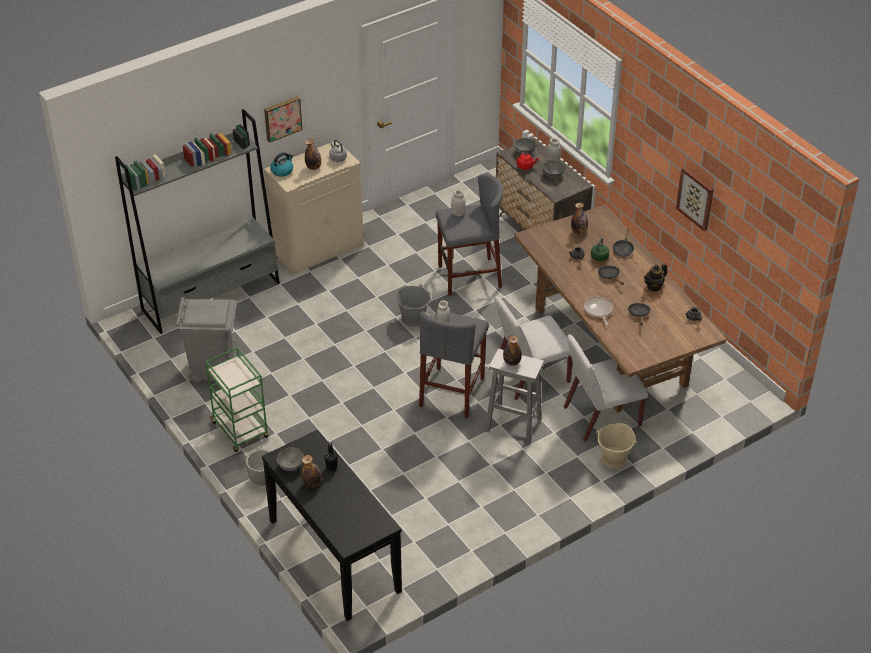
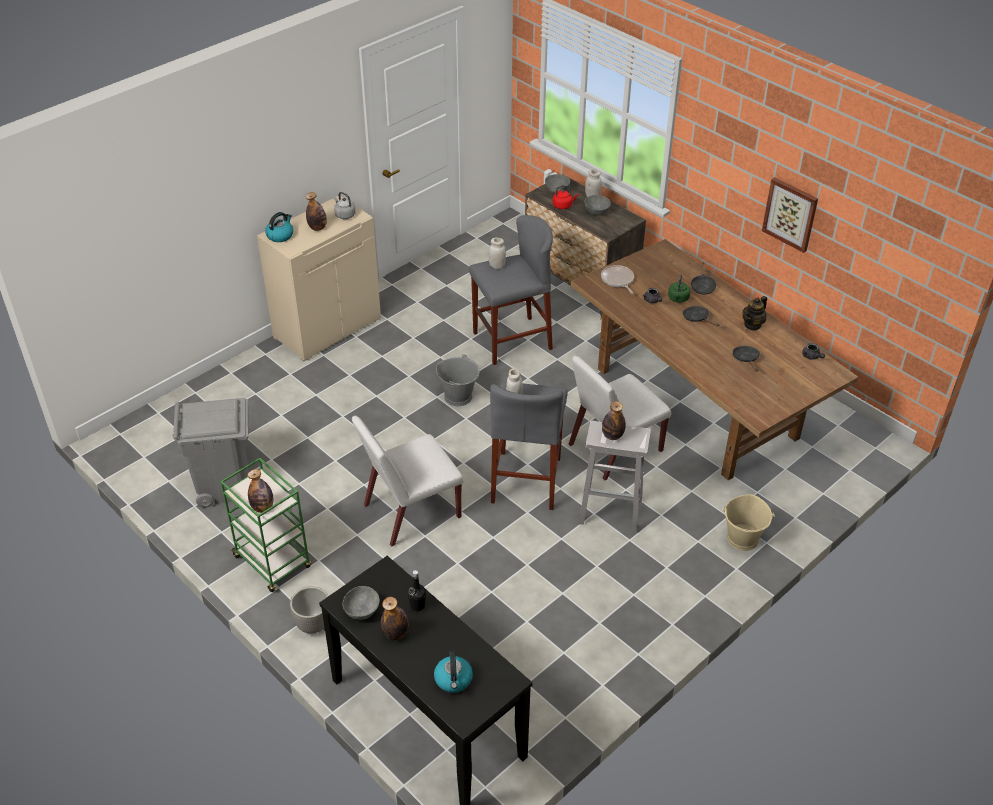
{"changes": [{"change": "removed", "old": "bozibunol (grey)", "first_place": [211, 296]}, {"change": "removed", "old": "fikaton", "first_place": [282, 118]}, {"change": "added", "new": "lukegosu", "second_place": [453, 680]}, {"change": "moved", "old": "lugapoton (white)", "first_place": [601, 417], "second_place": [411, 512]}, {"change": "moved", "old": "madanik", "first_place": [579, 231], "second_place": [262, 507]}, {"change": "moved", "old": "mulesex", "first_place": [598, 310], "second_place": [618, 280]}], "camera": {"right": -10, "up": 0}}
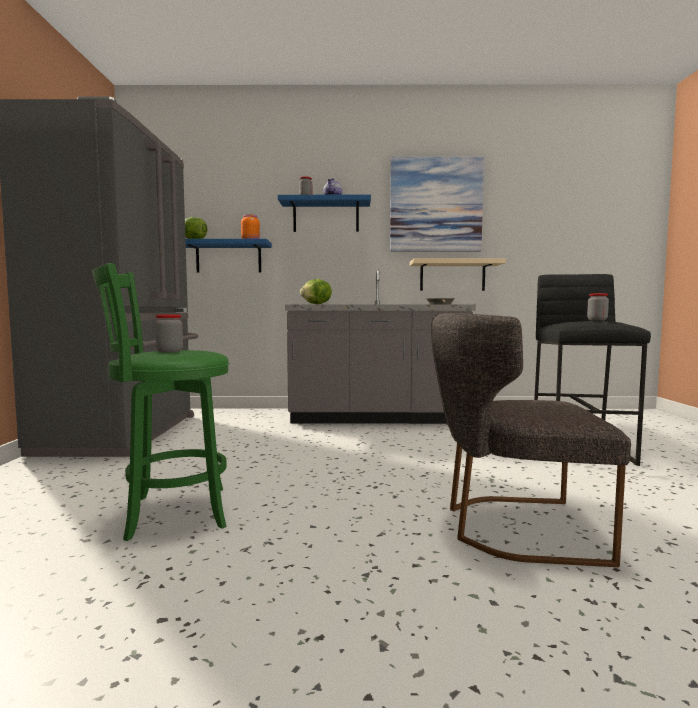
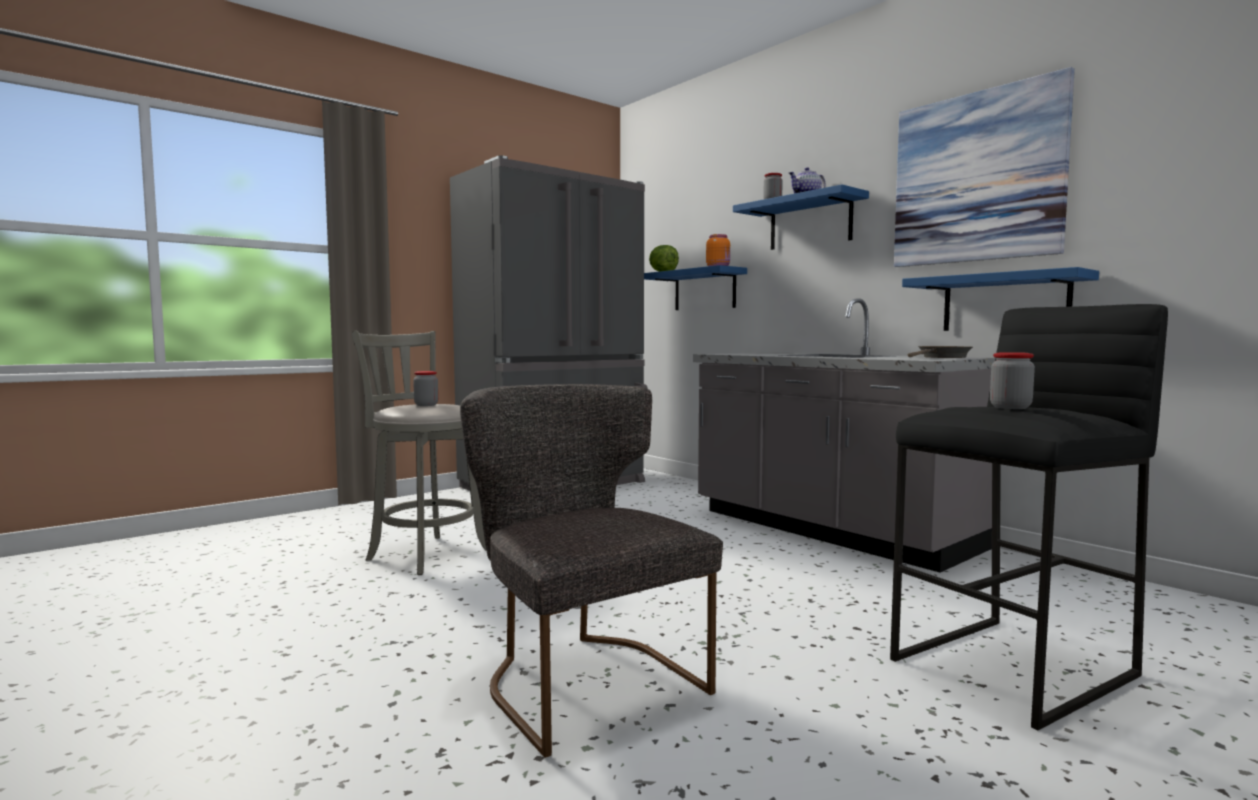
{"changes": [{"change": "removed", "old": "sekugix", "first_place": [316, 304]}, {"change": "recoloured", "old": "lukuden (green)", "new": "lukuden (grey)", "first_place": [171, 512], "second_place": [425, 553]}, {"change": "recoloured", "old": "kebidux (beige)", "new": "kebidux (blue)", "first_place": [452, 276], "second_place": [1004, 303]}], "camera": {"right": 50, "up": 0}}
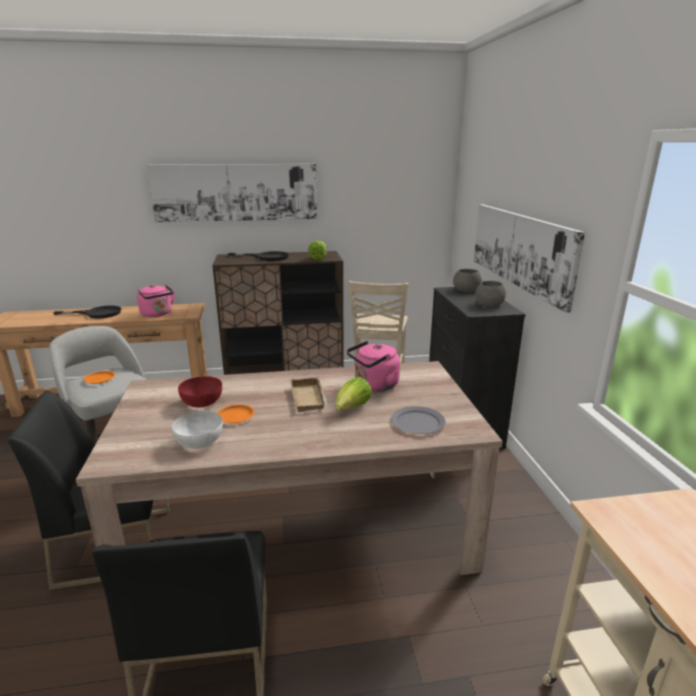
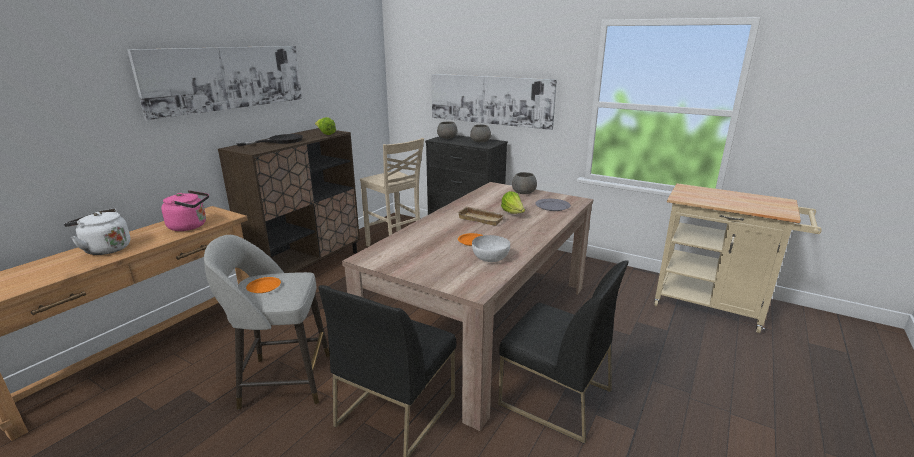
{"changes": [{"change": "removed", "old": "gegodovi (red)", "first_place": [202, 402]}, {"change": "removed", "old": "lukegosu (pink)", "first_place": [374, 385]}, {"change": "added", "new": "gegodovi (grey)", "second_place": [523, 192]}, {"change": "replaced", "old": "mulesex (black)", "new": "lukegosu (white)", "first_place": [97, 313], "second_place": [105, 249]}], "camera": {"right": -50, "up": 0}}
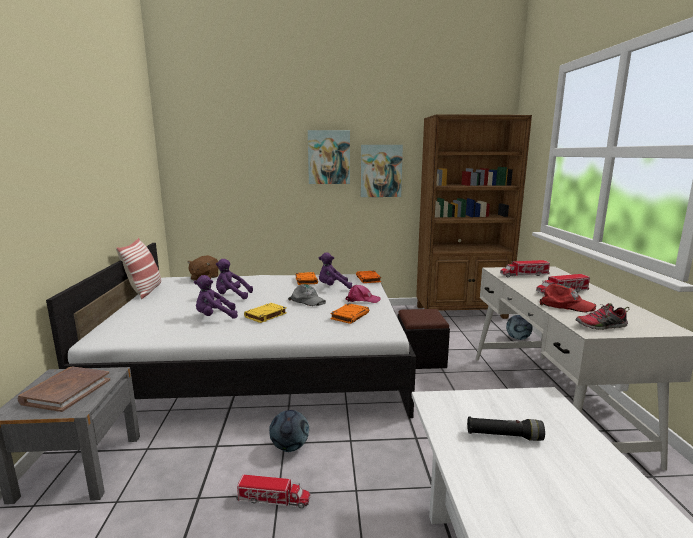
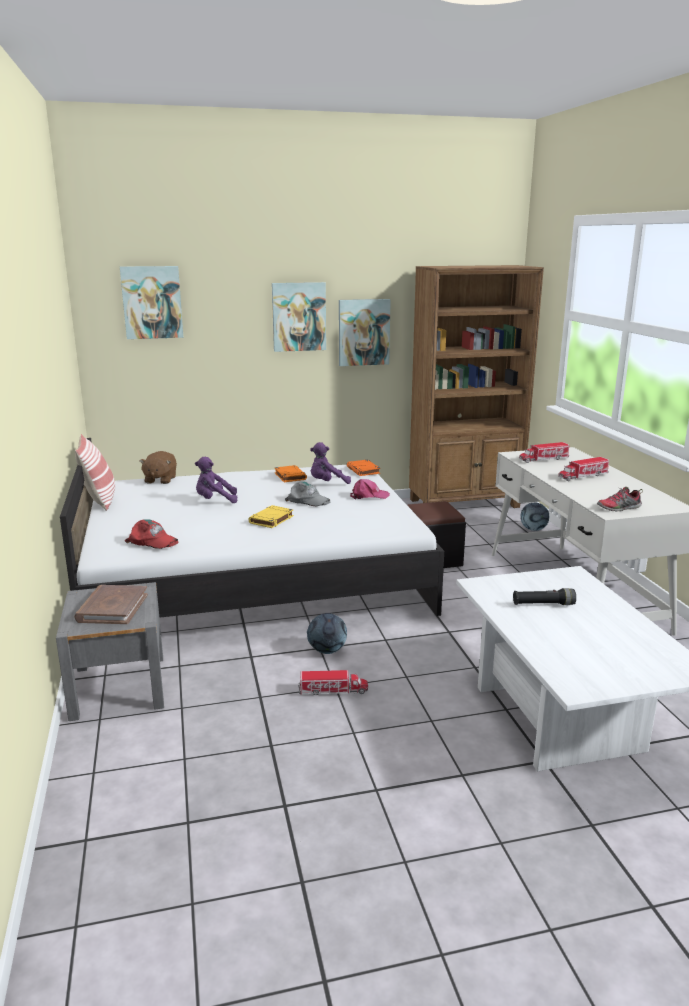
{"changes": [{"change": "removed", "old": "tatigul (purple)", "first_place": [215, 317]}, {"change": "removed", "old": "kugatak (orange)", "first_place": [350, 316]}, {"change": "added", "new": "fikaton", "second_place": [152, 302]}, {"change": "moved", "old": "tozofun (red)", "first_place": [566, 305], "second_place": [152, 541]}], "camera": {"right": -10, "up": 5}}
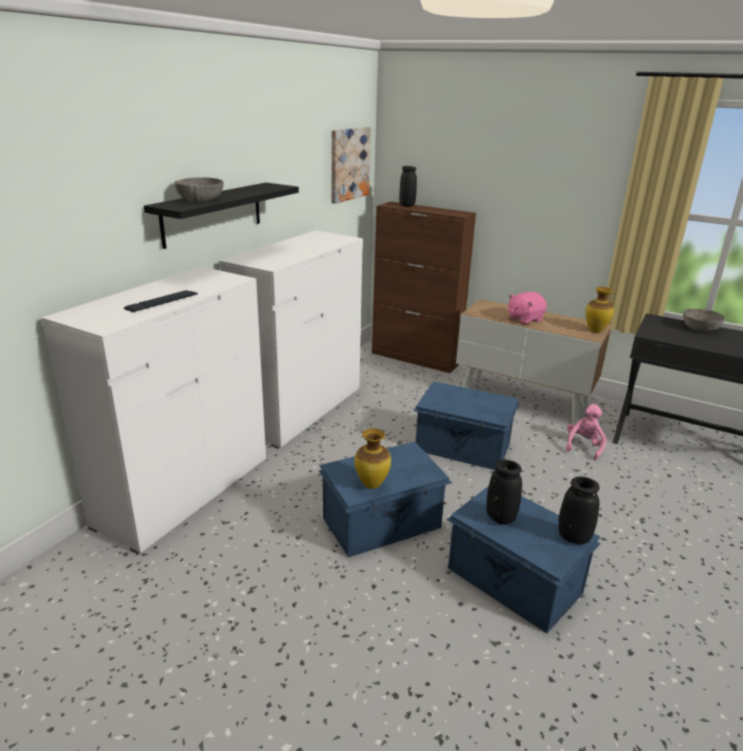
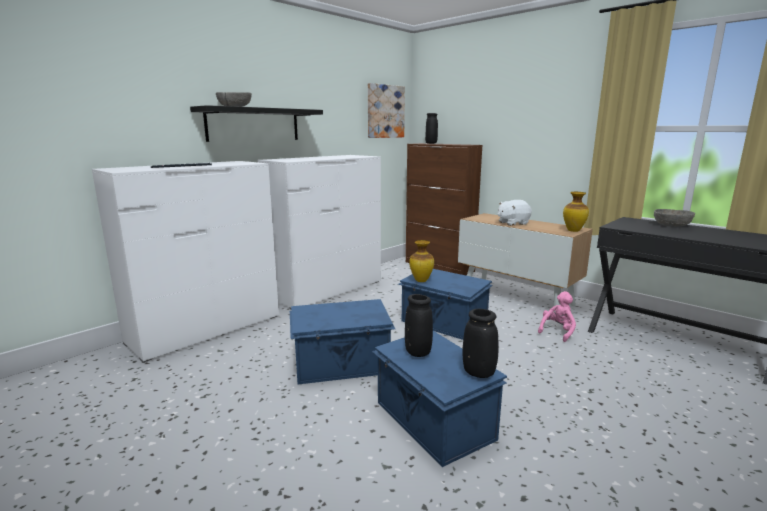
{"changes": [{"change": "moved", "old": "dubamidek", "first_place": [372, 484], "second_place": [421, 280]}, {"change": "recoloured", "old": "tatigul (pink)", "new": "tatigul (white)", "first_place": [524, 319], "second_place": [512, 223]}], "camera": {"right": 15, "up": -10}}
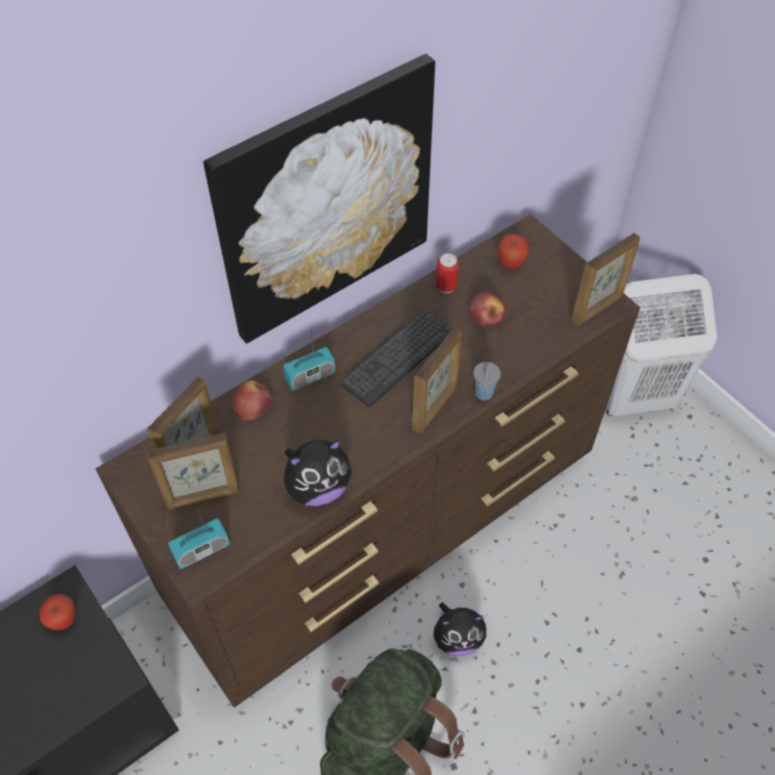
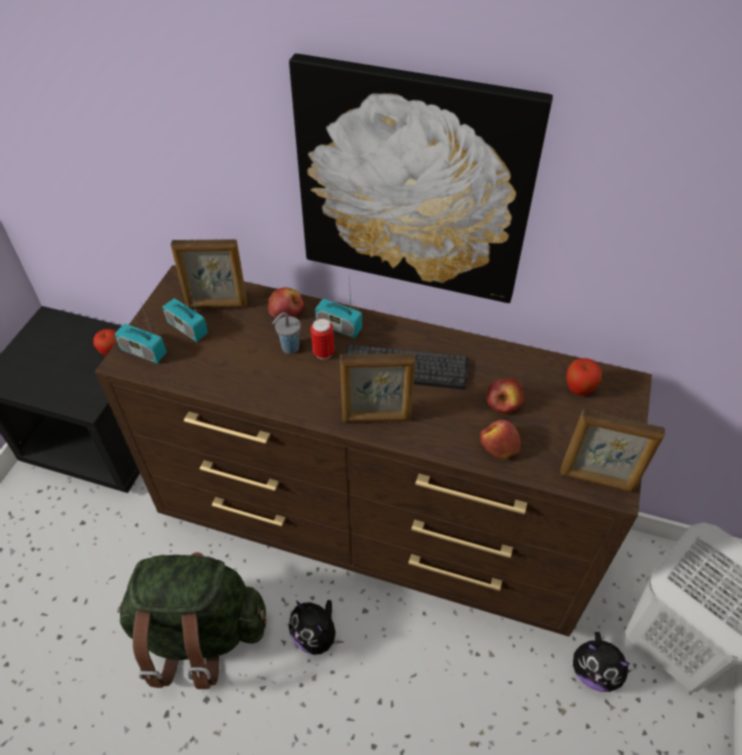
{"changes": [{"change": "added", "new": "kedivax", "second_place": [499, 445]}, {"change": "moved", "old": "tatigul", "first_place": [318, 487], "second_place": [594, 672]}, {"change": "moved", "old": "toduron", "first_place": [446, 287], "second_place": [323, 353]}, {"change": "moved", "old": "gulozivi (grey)", "first_place": [483, 394], "second_place": [289, 348]}, {"change": "replaced", "old": "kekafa", "new": "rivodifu", "first_place": [203, 497], "second_place": [187, 328]}], "camera": {"right": 55, "up": -5}}
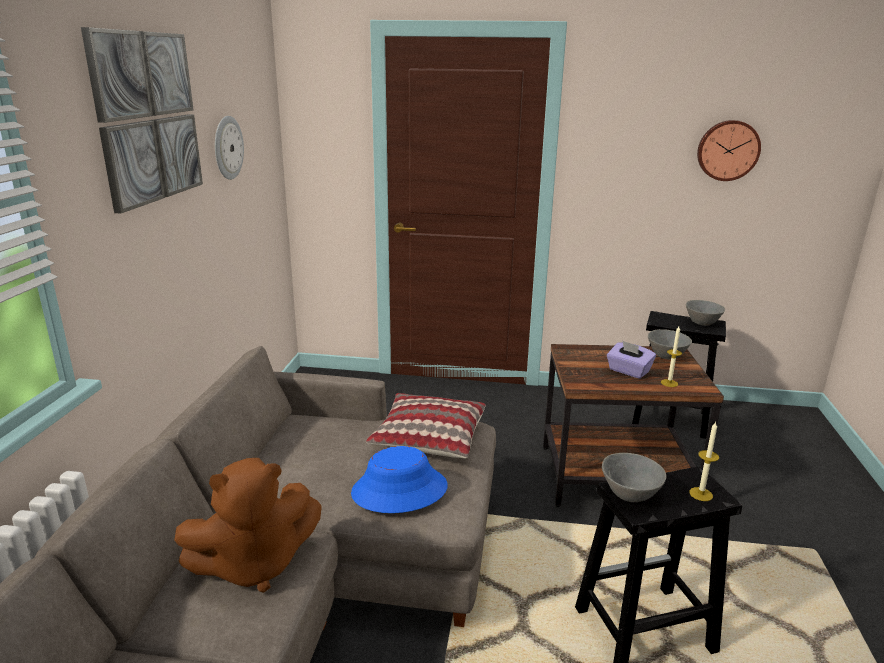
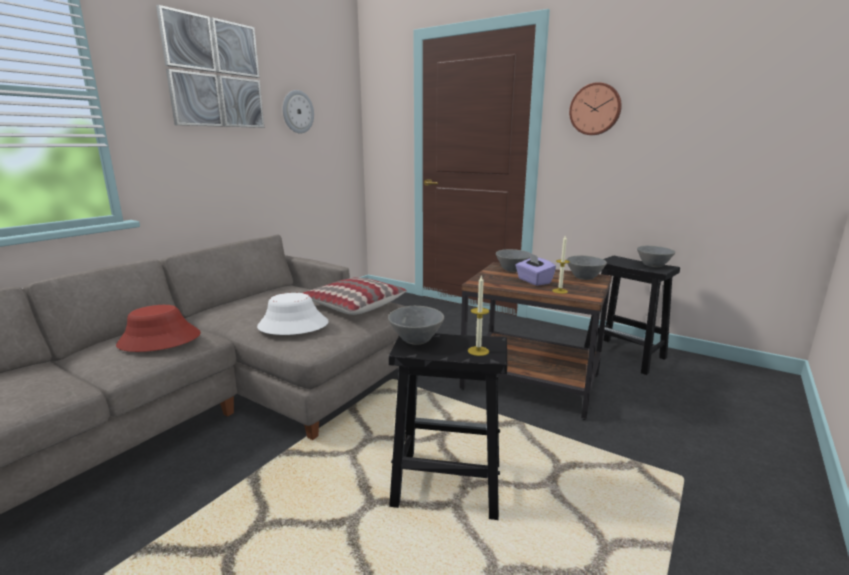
{"changes": [{"change": "added", "new": "gegodovi (grey)", "second_place": [512, 270]}, {"change": "moved", "old": "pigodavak", "first_place": [727, 150], "second_place": [595, 109]}, {"change": "replaced", "old": "tatigul (brown)", "new": "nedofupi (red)", "first_place": [254, 565], "second_place": [159, 340]}, {"change": "recoloured", "old": "nedofupi (blue)", "new": "nedofupi (white)", "first_place": [399, 490], "second_place": [293, 325]}], "camera": {"right": 25, "up": -5}}
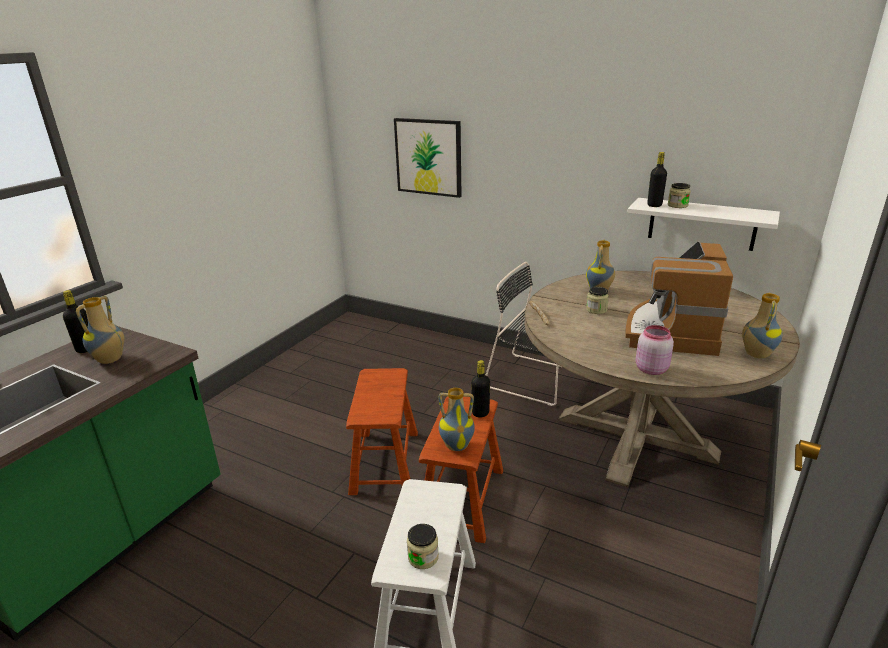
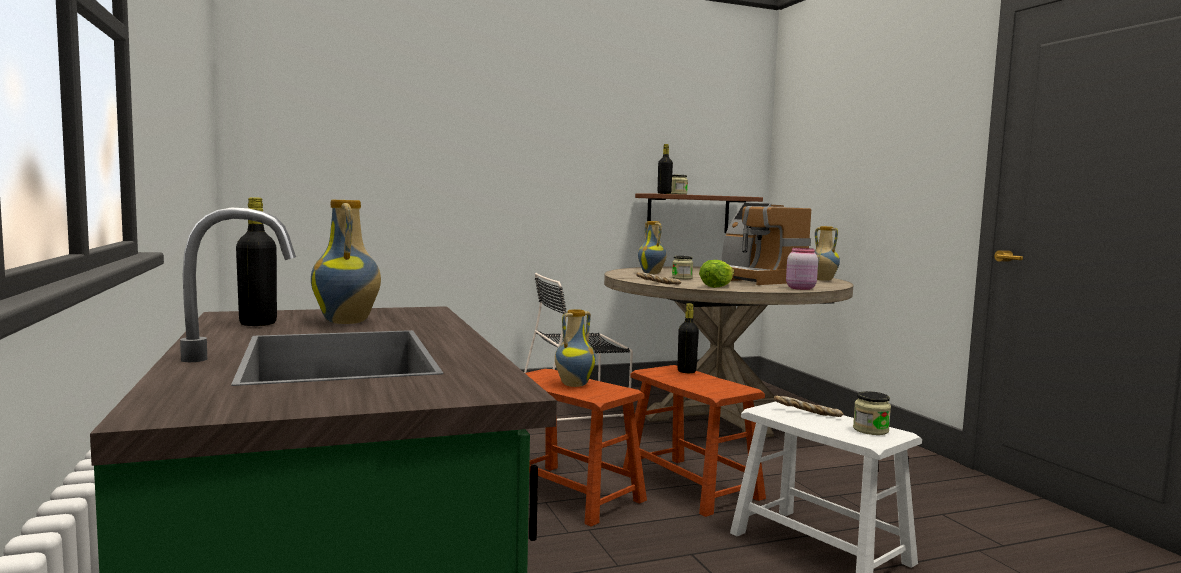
{"changes": [{"change": "removed", "old": "fikaton", "first_place": [428, 157]}, {"change": "added", "new": "sekugix", "second_place": [716, 286]}, {"change": "added", "new": "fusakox", "second_place": [807, 413]}, {"change": "moved", "old": "dubamidek", "first_place": [457, 445], "second_place": [573, 384]}, {"change": "recoloured", "old": "kebidux (white)", "new": "kebidux (brown)", "first_place": [701, 224], "second_place": [688, 214]}], "camera": {"right": -50, "up": -20}}
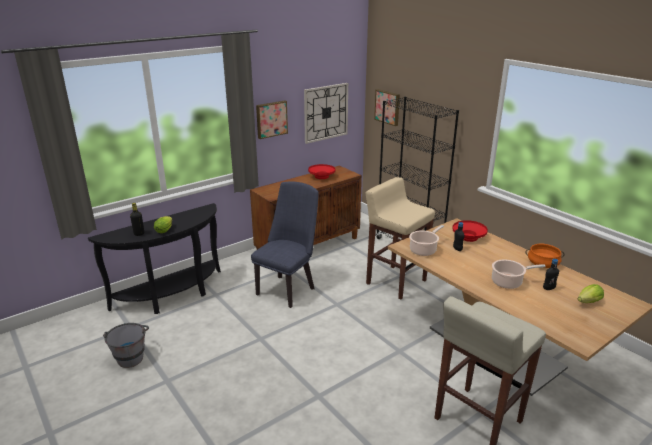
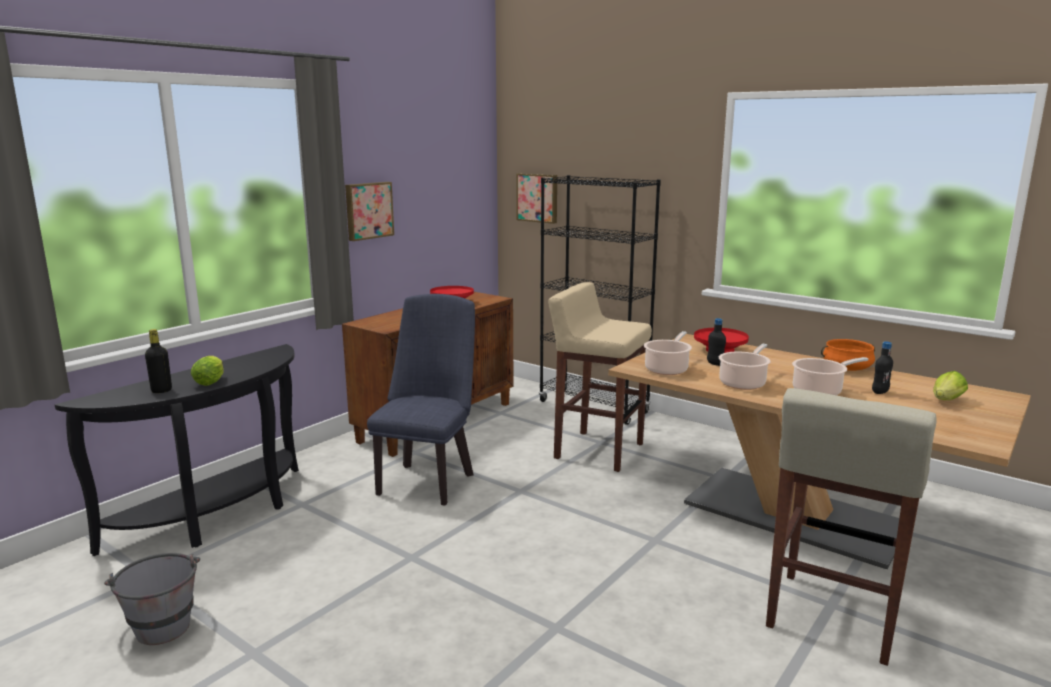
{"changes": [{"change": "removed", "old": "pigodavak", "first_place": [326, 112]}, {"change": "added", "new": "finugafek", "second_place": [743, 383]}], "camera": {"right": -15, "up": -10}}
